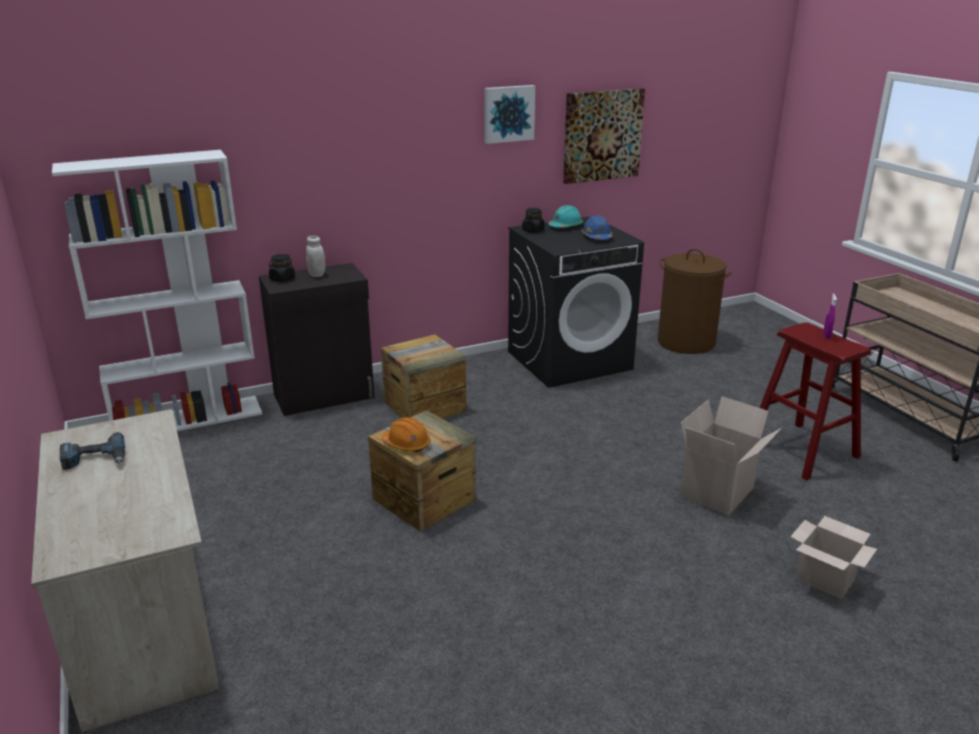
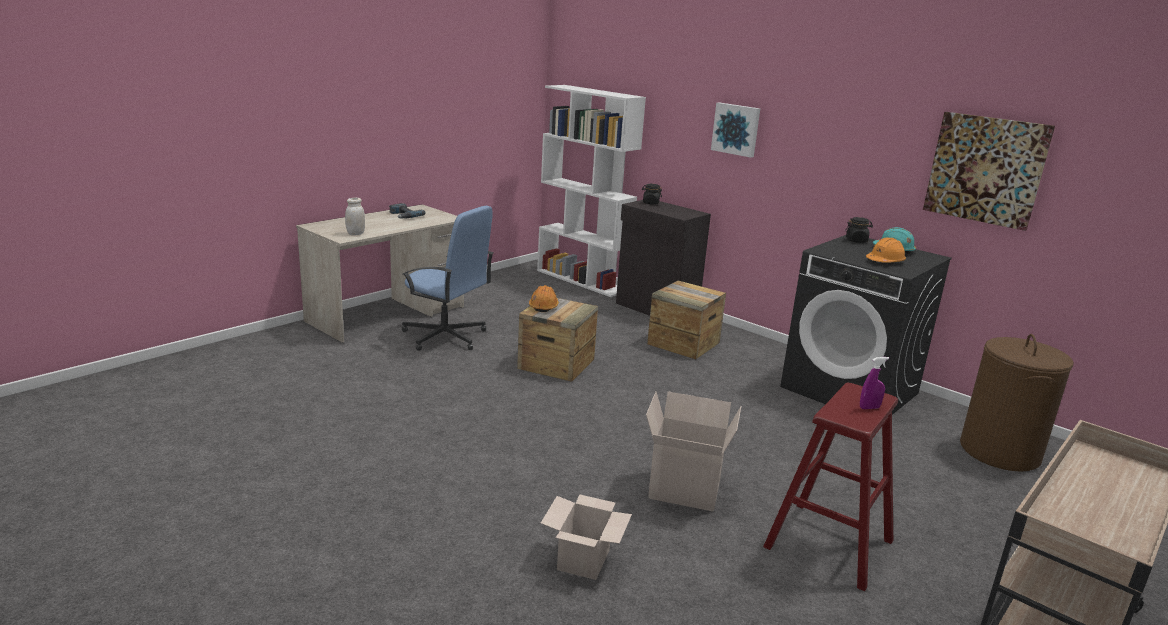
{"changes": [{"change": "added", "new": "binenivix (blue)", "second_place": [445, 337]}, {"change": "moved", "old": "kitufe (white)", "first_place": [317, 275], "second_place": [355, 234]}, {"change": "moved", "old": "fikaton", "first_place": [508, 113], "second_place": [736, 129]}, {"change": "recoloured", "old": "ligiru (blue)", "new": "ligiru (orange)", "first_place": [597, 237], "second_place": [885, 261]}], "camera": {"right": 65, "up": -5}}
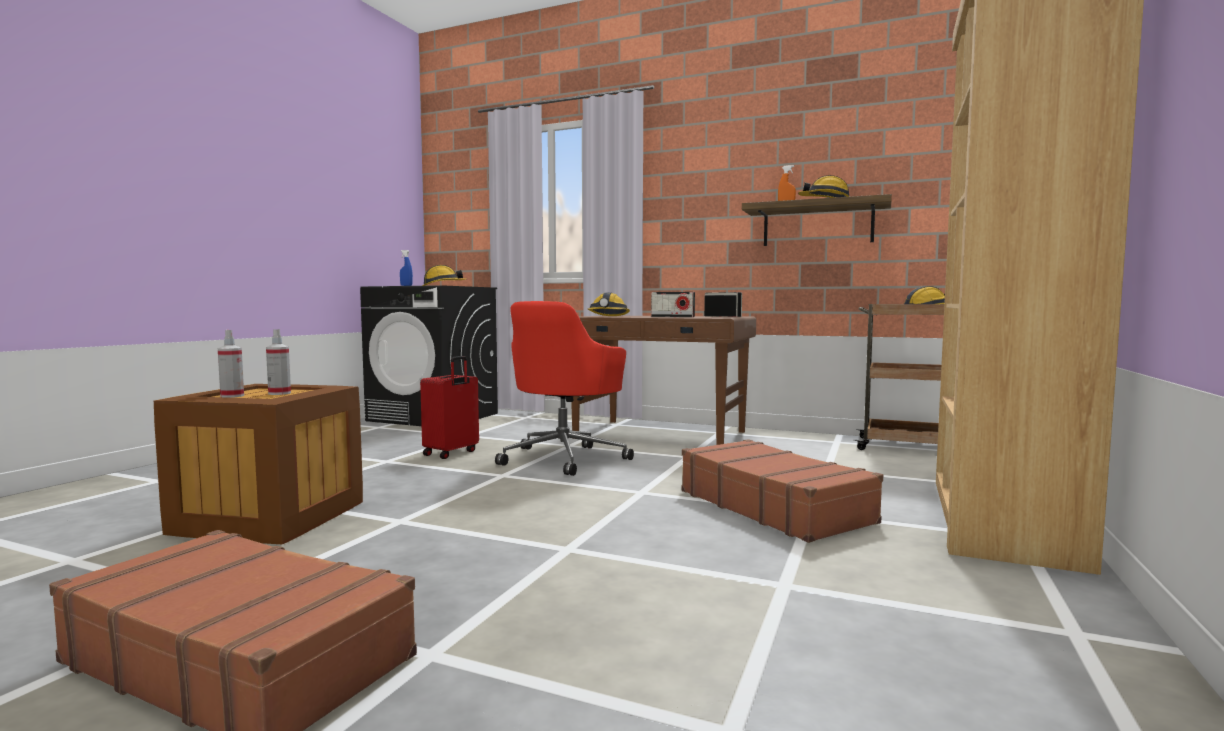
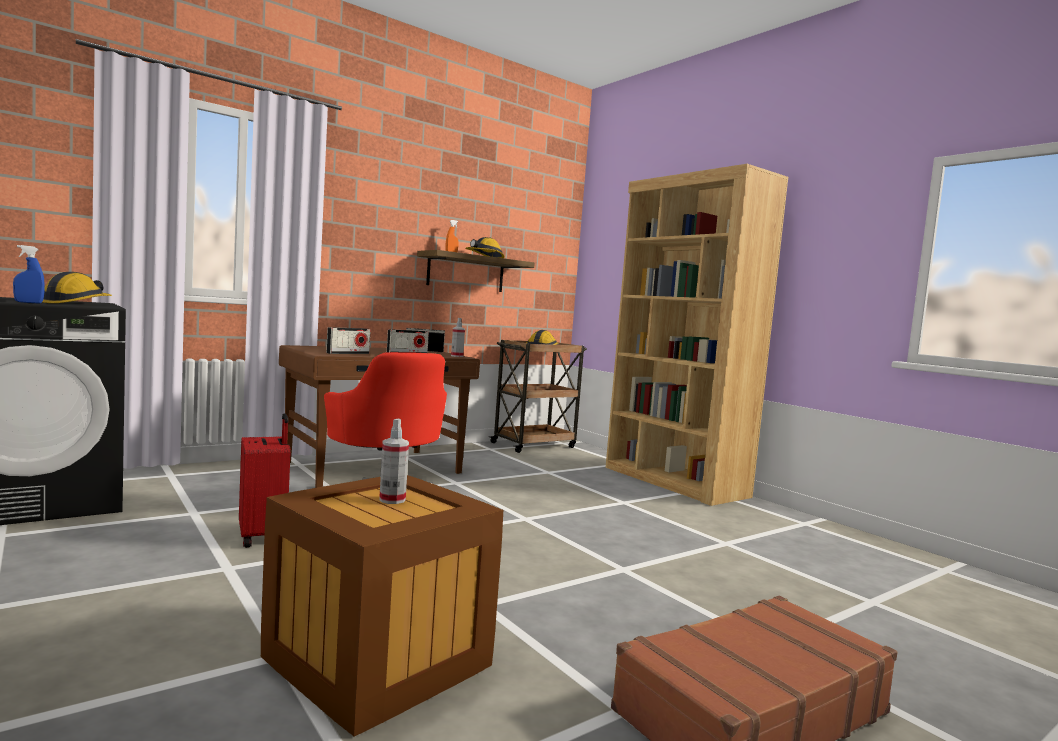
{"changes": [{"change": "removed", "old": "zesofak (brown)", "first_place": [774, 506]}, {"change": "moved", "old": "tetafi", "first_place": [232, 396], "second_place": [457, 356]}, {"change": "replaced", "old": "ligiru", "new": "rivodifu", "first_place": [608, 316], "second_place": [348, 353]}], "camera": {"right": -60, "up": 0}}
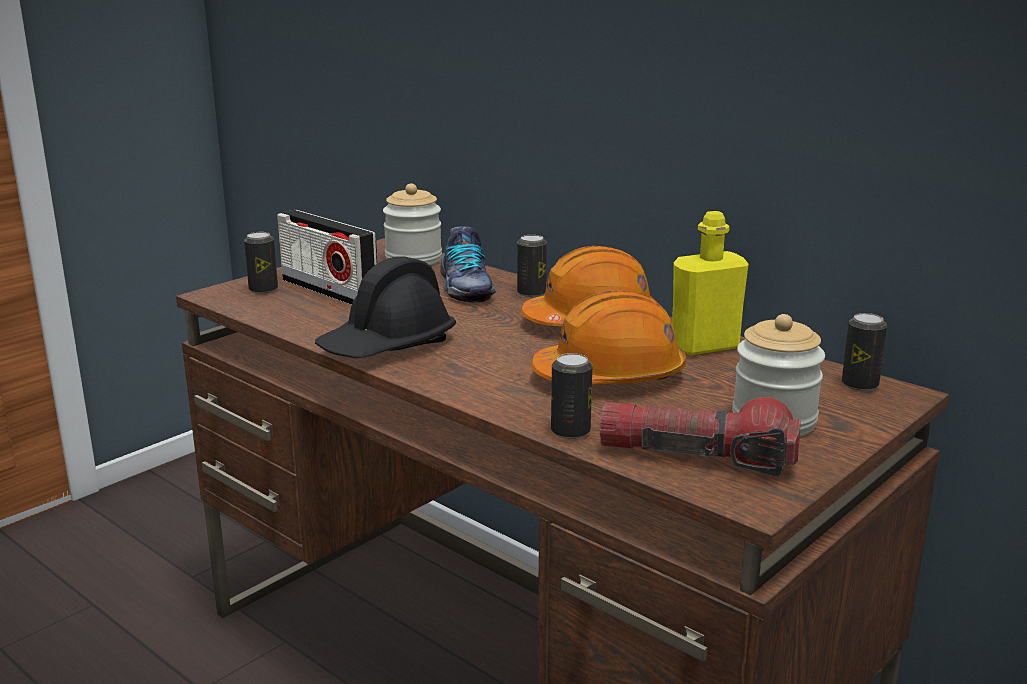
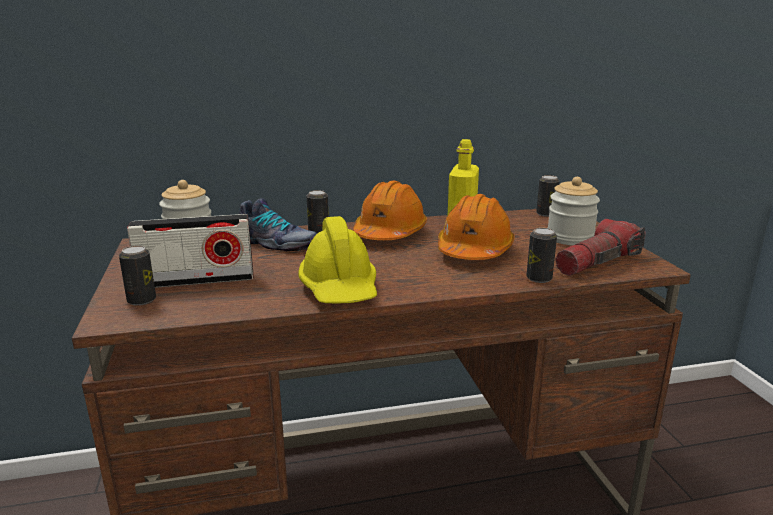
{"changes": [{"change": "recoloured", "old": "ligiru (black)", "new": "ligiru (yellow)", "first_place": [388, 346], "second_place": [339, 289]}], "camera": {"right": -55, "up": 0}}
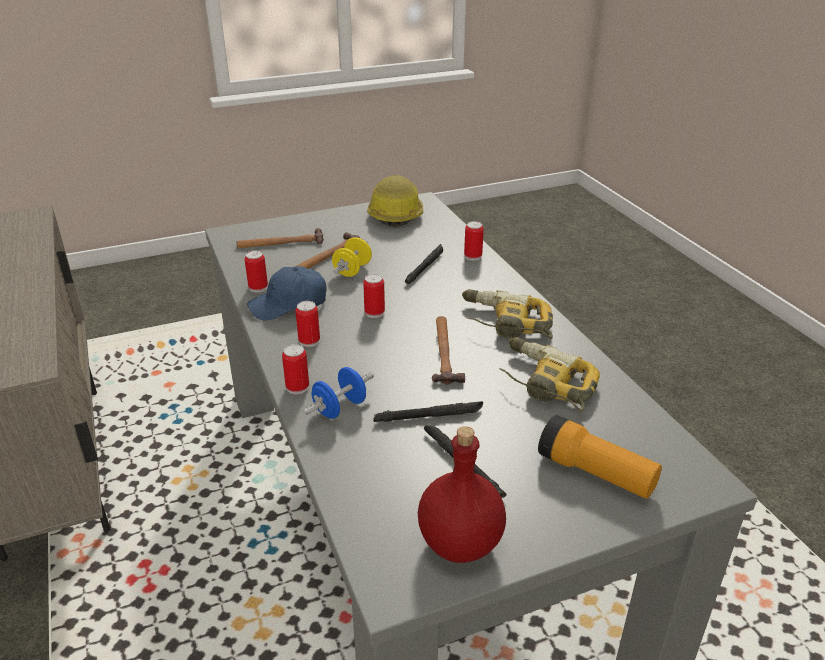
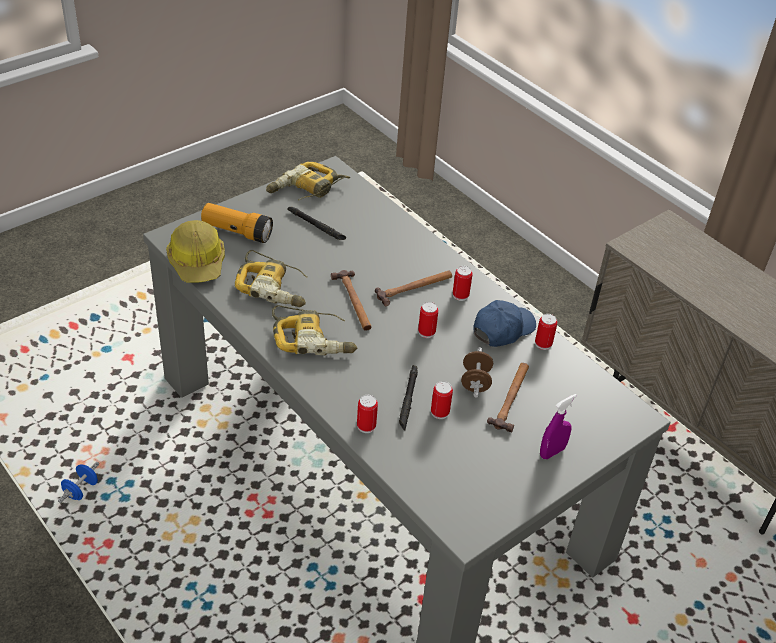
{"changes": [{"change": "removed", "old": "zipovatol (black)", "first_place": [429, 416]}, {"change": "added", "new": "tetafi (purple)", "second_place": [552, 452]}, {"change": "moved", "old": "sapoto", "first_place": [280, 243], "second_place": [414, 288]}, {"change": "moved", "old": "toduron", "first_place": [297, 387], "second_place": [440, 412]}, {"change": "moved", "old": "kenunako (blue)", "first_place": [340, 408], "second_place": [81, 490]}, {"change": "moved", "old": "ligiru", "first_place": [395, 213], "second_place": [197, 262]}, {"change": "replaced", "old": "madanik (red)", "new": "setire", "first_place": [459, 542], "second_place": [306, 190]}, {"change": "recoloured", "old": "kenunako (yellow)", "new": "kenunako (brown)", "first_place": [352, 270], "second_place": [475, 382]}], "camera": {"right": 160, "up": 10}}
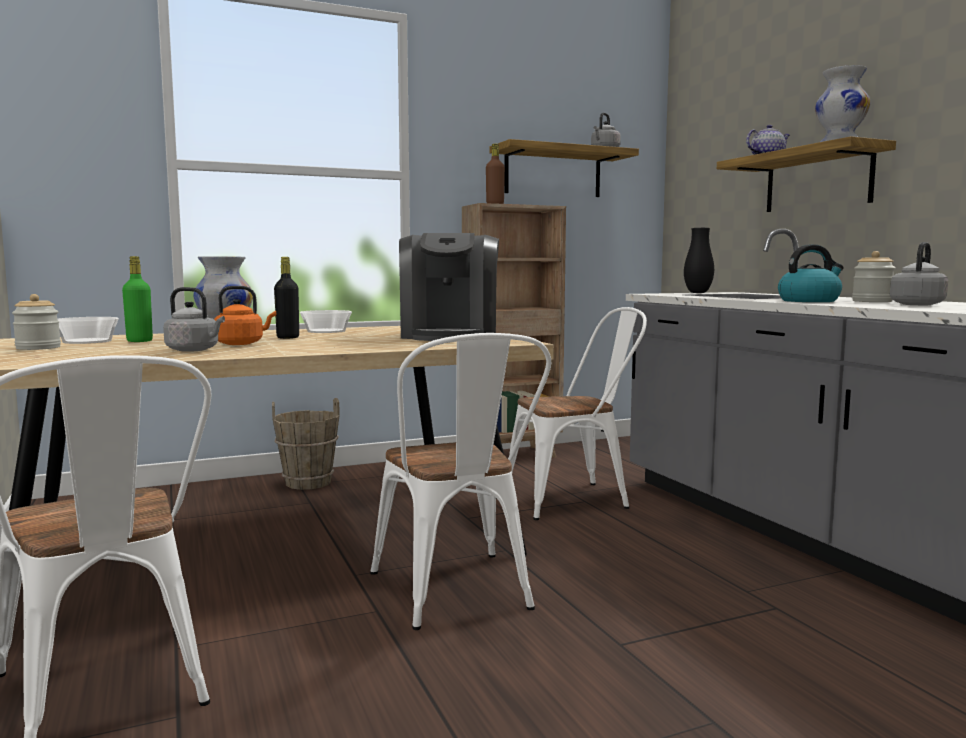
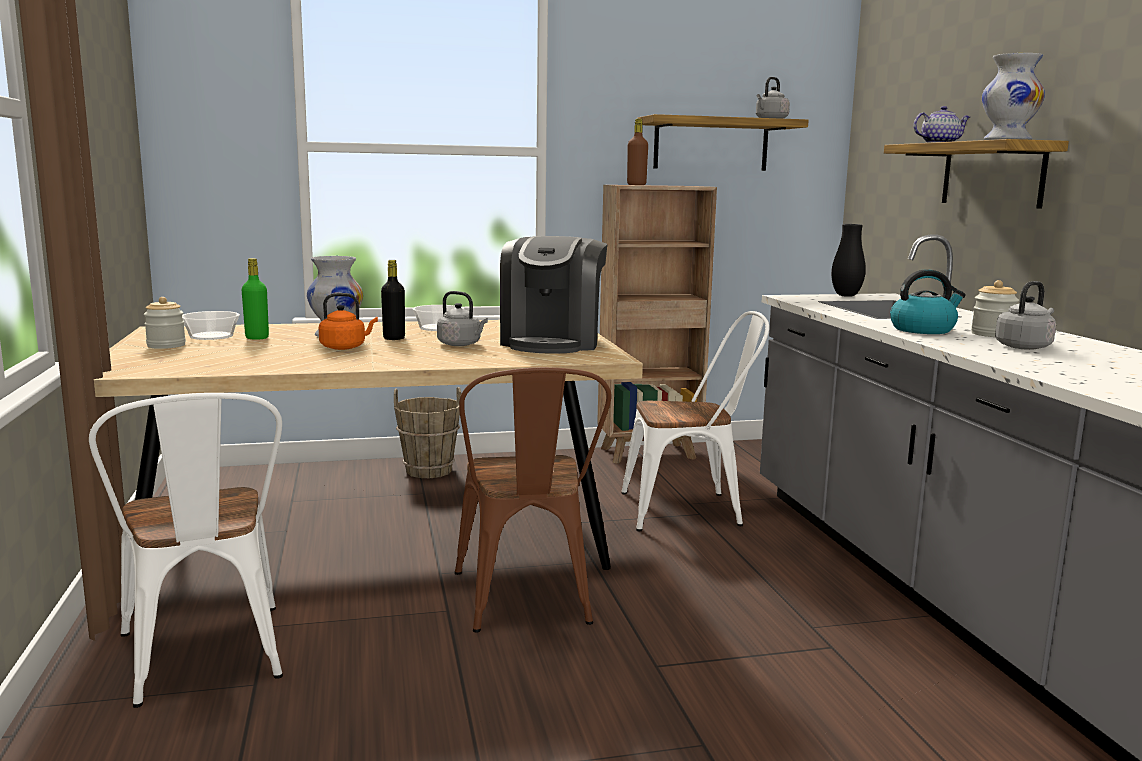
{"changes": [{"change": "moved", "old": "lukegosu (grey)", "first_place": [195, 350], "second_place": [461, 344]}, {"change": "recoloured", "old": "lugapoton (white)", "new": "lugapoton (brown)", "first_place": [457, 595], "second_place": [526, 603]}], "camera": {"right": 10, "up": 5}}
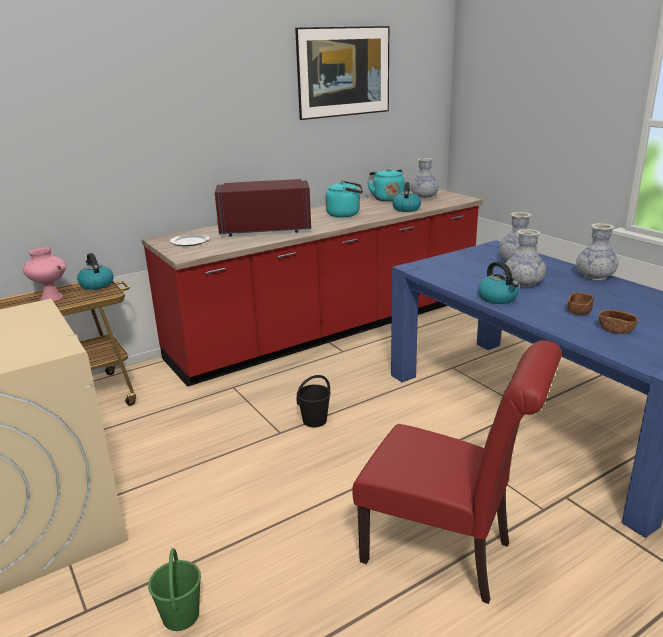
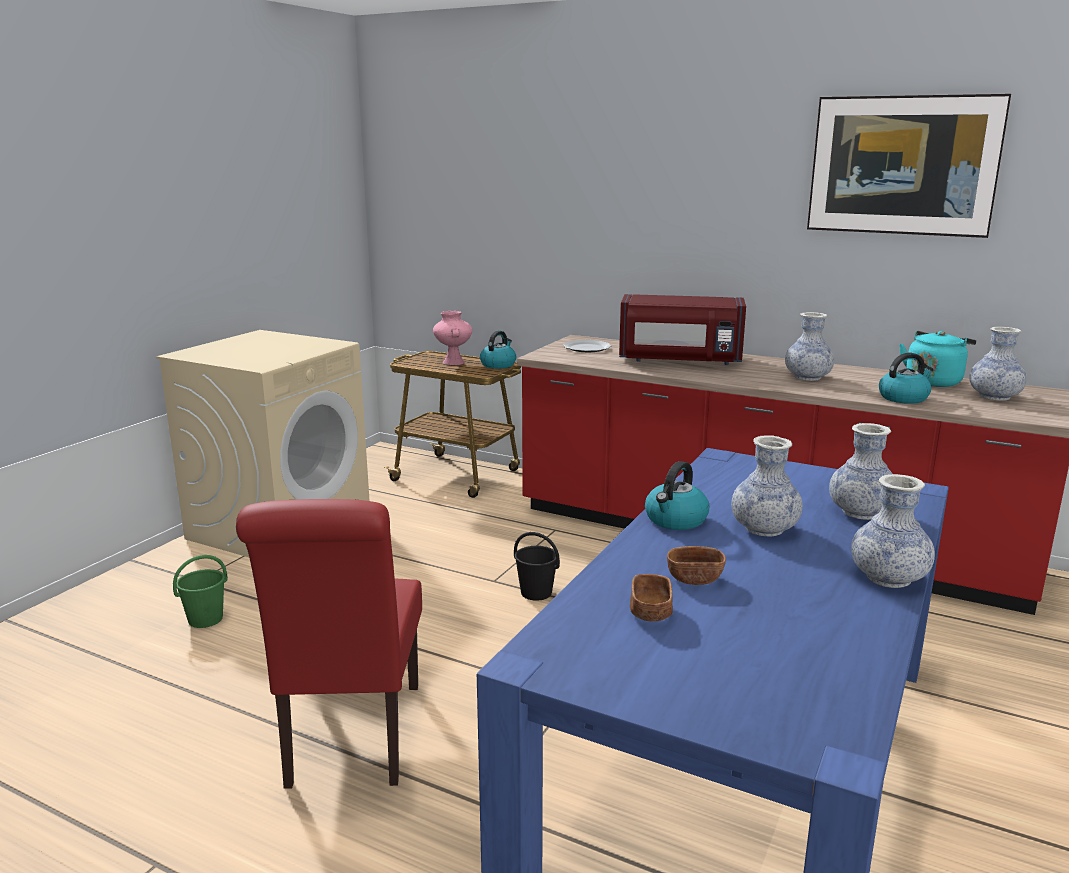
{"changes": [{"change": "replaced", "old": "lukegosu (turquoise)", "new": "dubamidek", "first_place": [345, 214], "second_place": [807, 377]}, {"change": "turned", "old": "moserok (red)", "first_place": [265, 228], "second_place": [679, 360], "degrees": 135}], "camera": {"right": 60, "up": -5}}
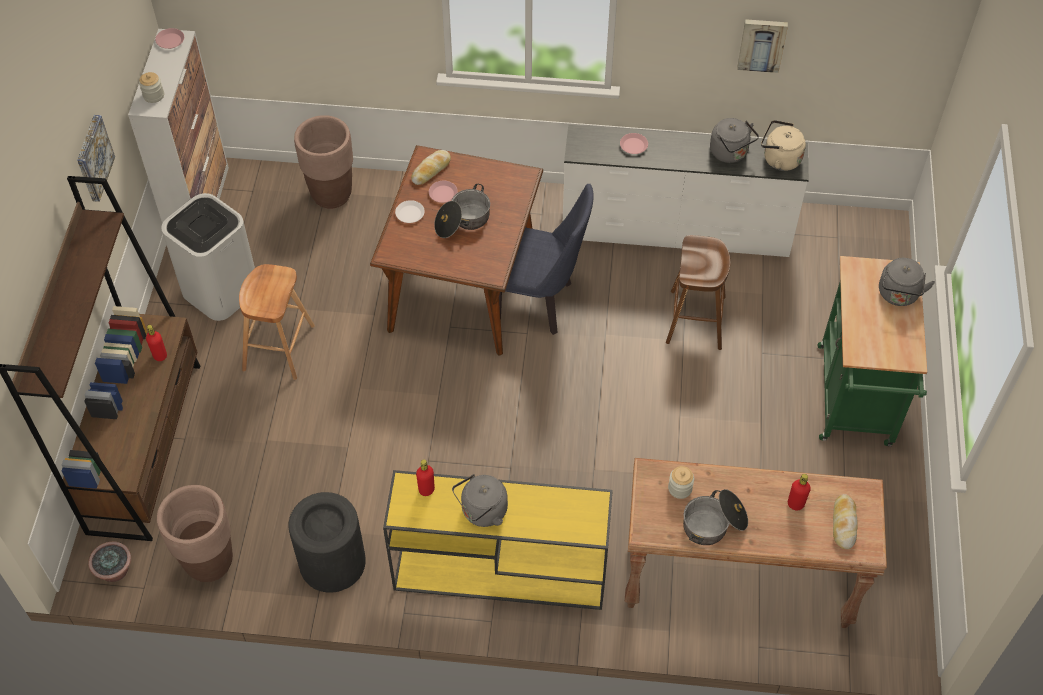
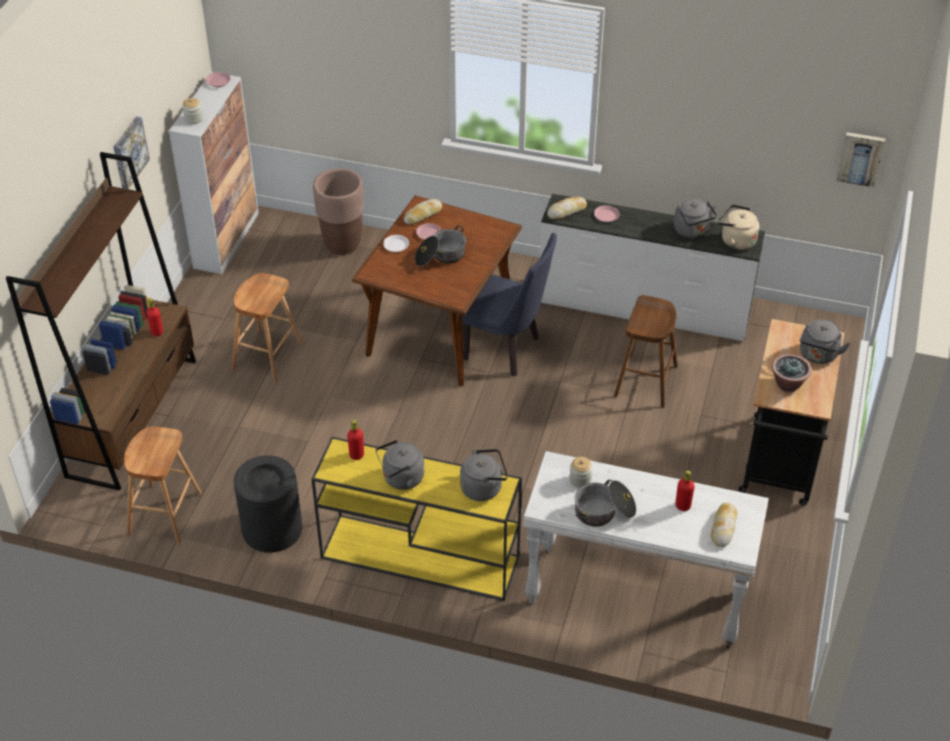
{"changes": [{"change": "removed", "old": "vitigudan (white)", "first_place": [221, 289]}, {"change": "added", "new": "lukegosu (grey)", "second_place": [483, 487]}, {"change": "added", "new": "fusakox", "second_place": [566, 211]}, {"change": "moved", "old": "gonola", "first_place": [115, 571], "second_place": [788, 384]}, {"change": "moved", "old": "fikaton", "first_place": [762, 44], "second_place": [860, 158]}, {"change": "replaced", "old": "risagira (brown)", "new": "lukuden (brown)", "first_place": [209, 562], "second_place": [164, 513]}, {"change": "recoloured", "old": "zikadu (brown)", "new": "zikadu (white)", "first_place": [736, 584], "second_place": [634, 598]}, {"change": "recoloured", "old": "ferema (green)", "new": "ferema (black)", "first_place": [855, 403], "second_place": [779, 466]}], "camera": {"right": 10, "up": -10}}
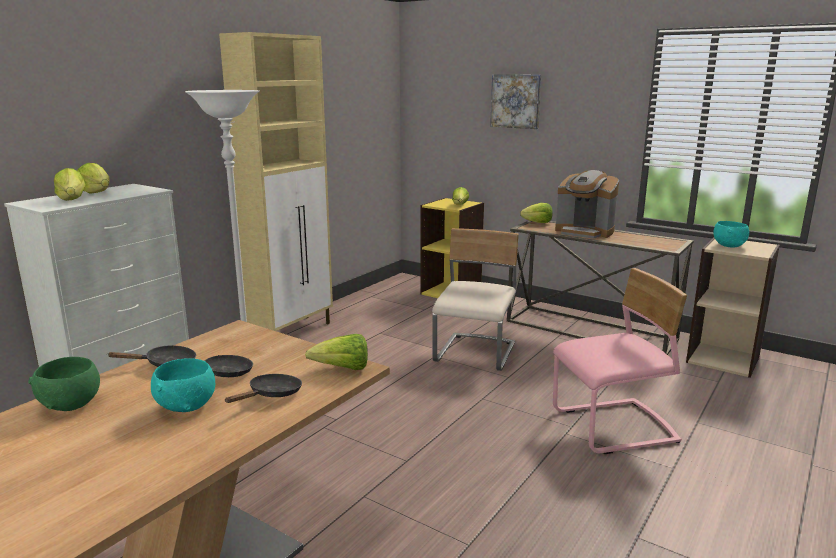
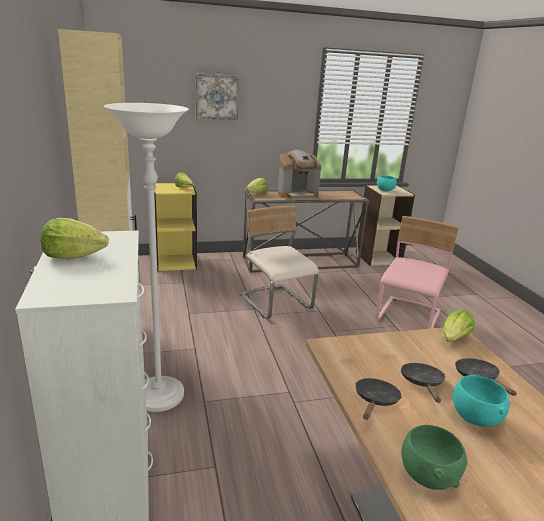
{"changes": [{"change": "removed", "old": "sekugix", "first_place": [72, 200]}], "camera": {"right": -50, "up": 5}}
